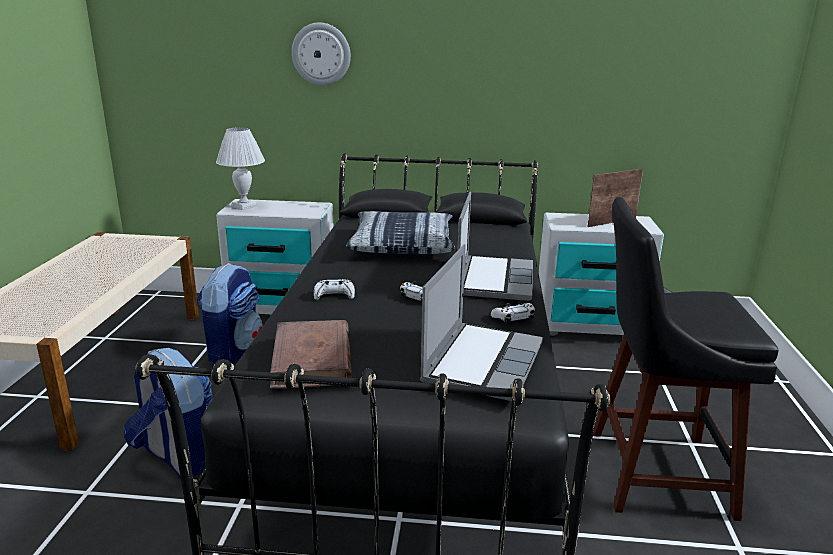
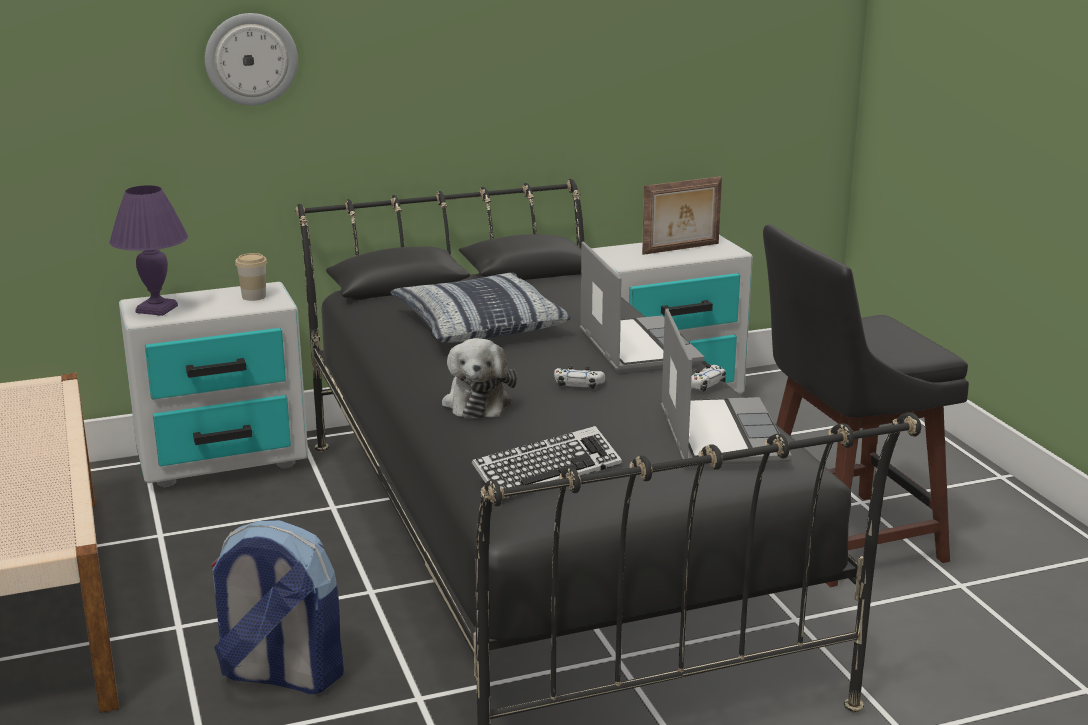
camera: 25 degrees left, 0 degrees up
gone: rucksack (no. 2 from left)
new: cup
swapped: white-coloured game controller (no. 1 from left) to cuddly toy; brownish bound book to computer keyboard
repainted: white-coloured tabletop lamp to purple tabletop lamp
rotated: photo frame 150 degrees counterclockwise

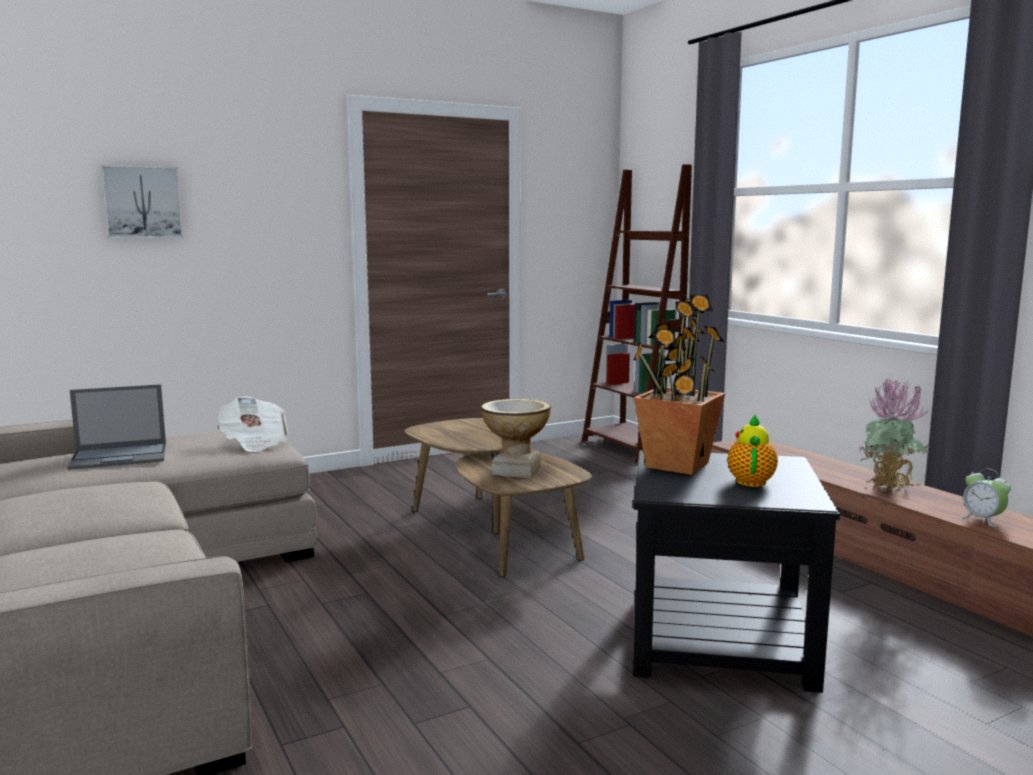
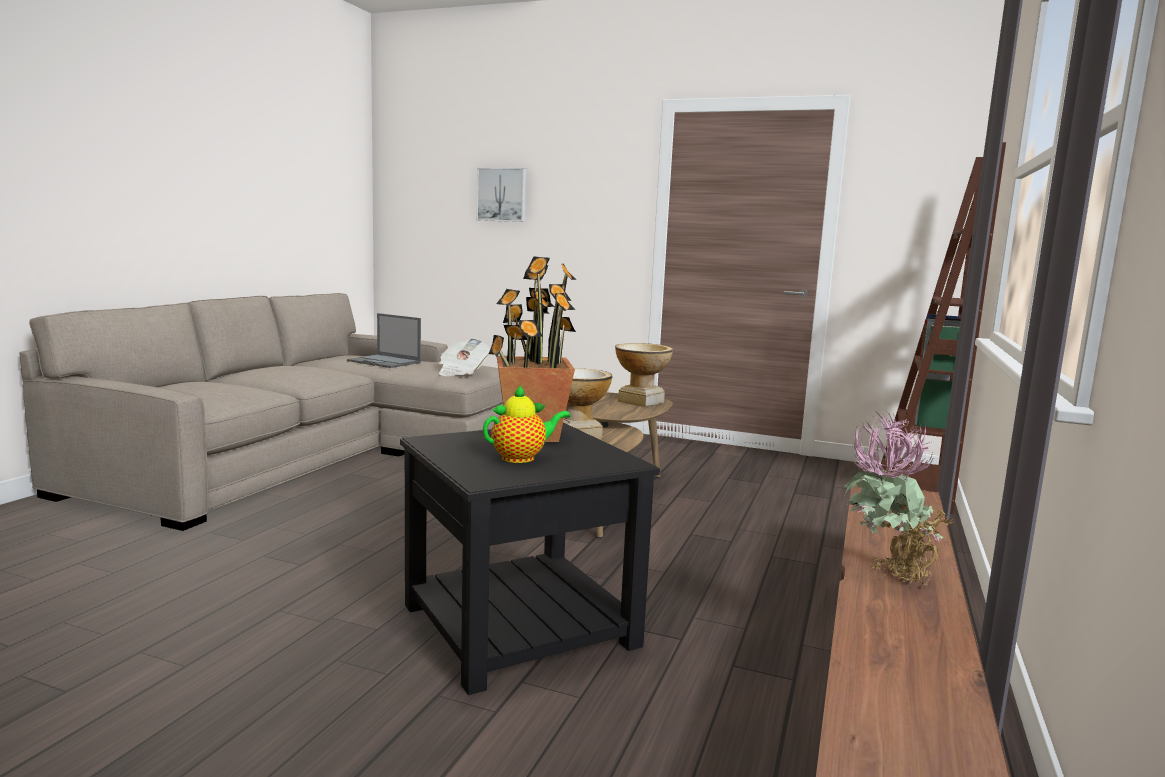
camera: 50 degrees right, 0 degrees up
gone: table clock
new: flower vase (no. 2 from left)

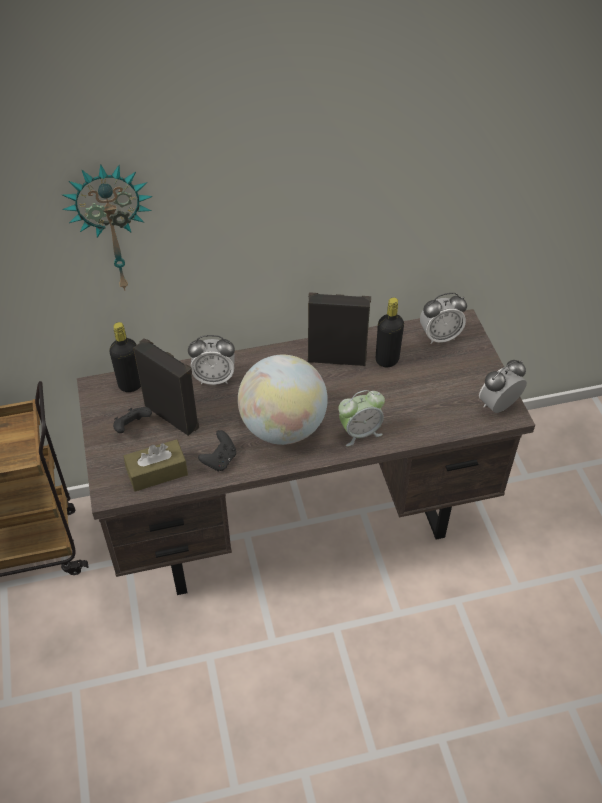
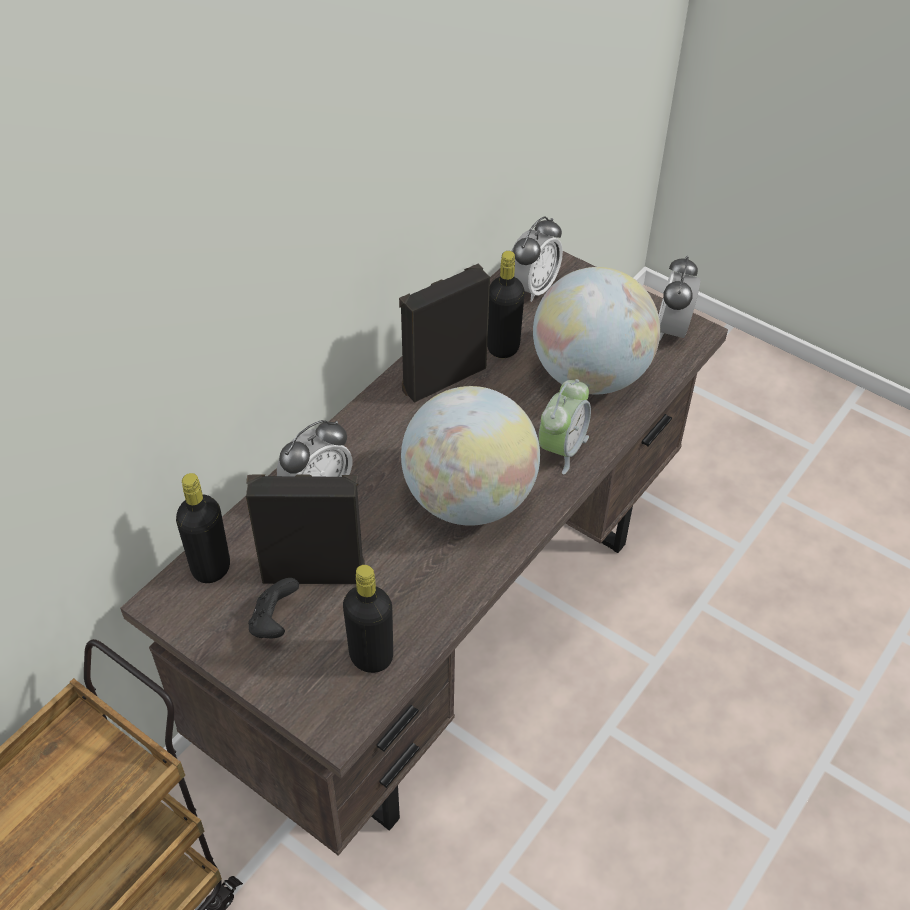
camera: 40 degrees left, 0 degrees up
gone: hanging clock; black game controller (no. 2 from left)
new: globe (no. 2 from left)
swapped: brownish tissue holder to black bottle (no. 2 from left)

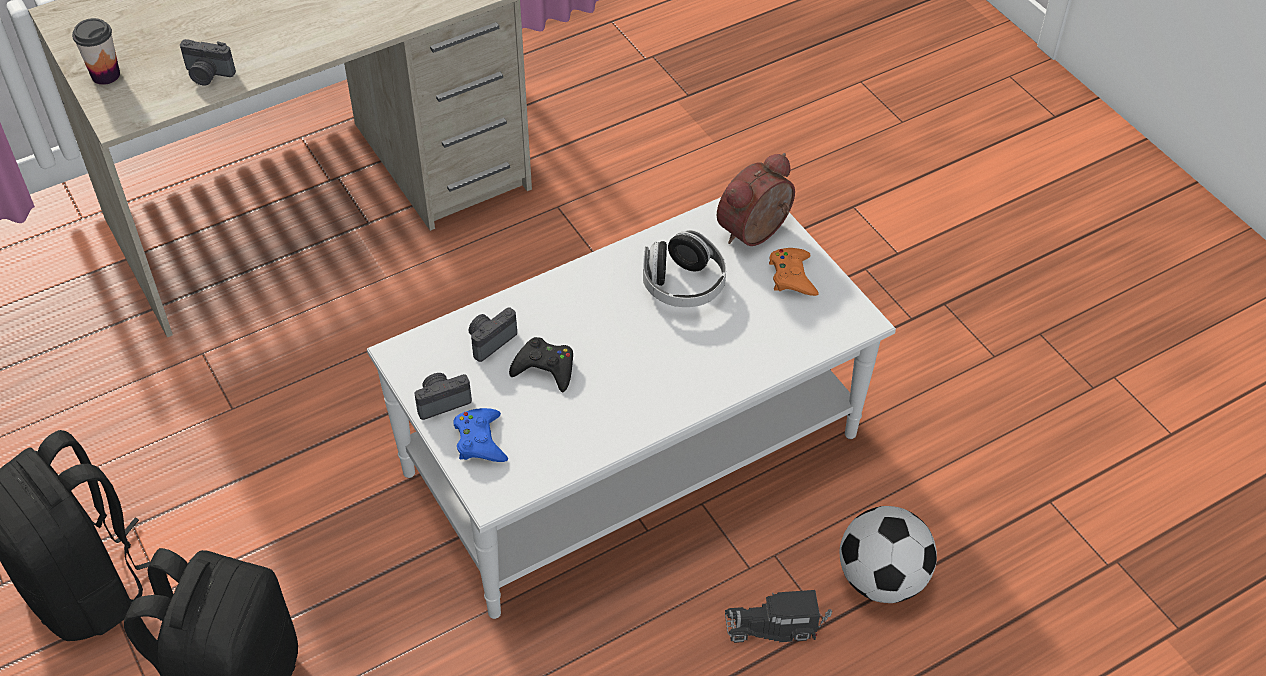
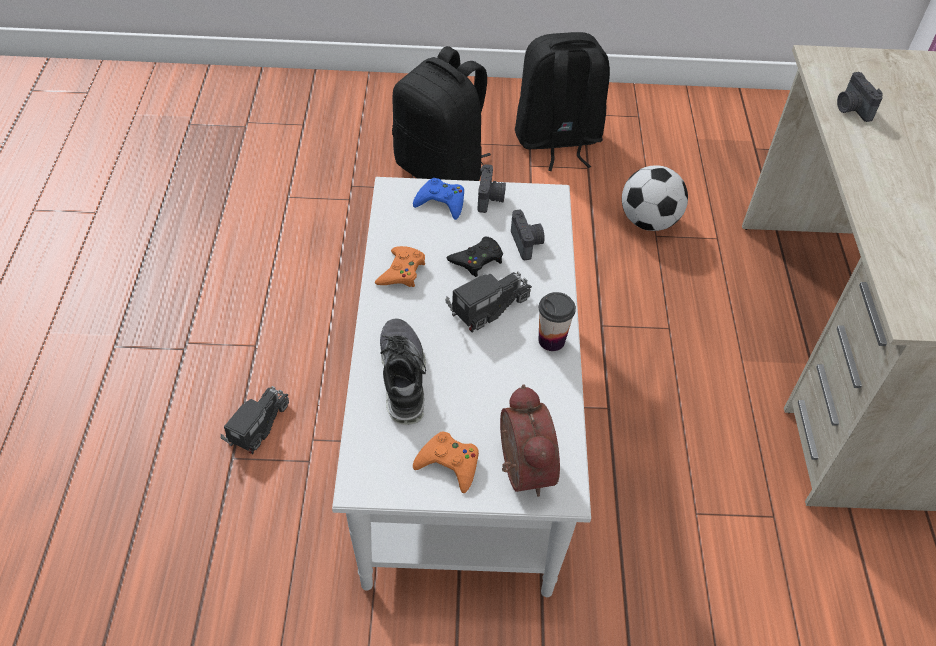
camera: 120 degrees right, 0 degrees up
gone: headphones
new: orange-coloured game controller (no. 1 from left); low shoe; model truck (no. 2 from left)
shifted: cup; football ball
rotated: still camera (no. 1 from left in the first image) 60 degrees counterclockwise

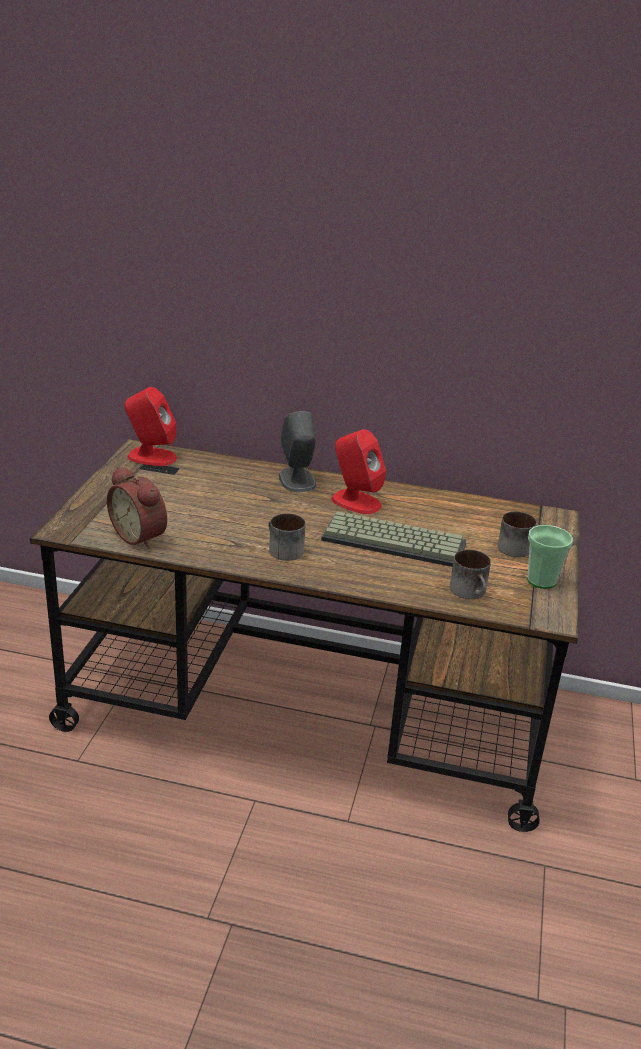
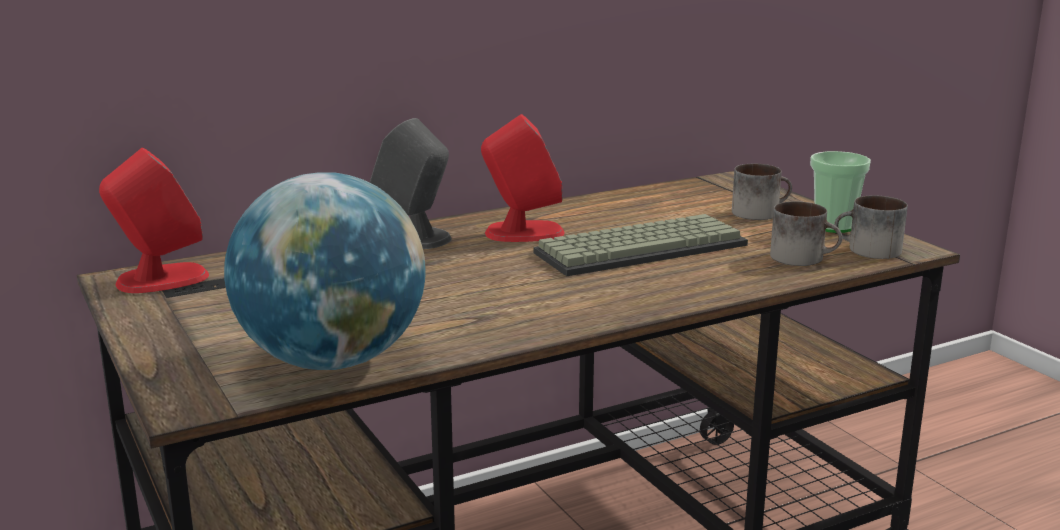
camera: 40 degrees left, 10 degrees down
shifted: mug (no. 1 from left in the first image) to mug (no. 3 from left)
swapped: table clock to globe

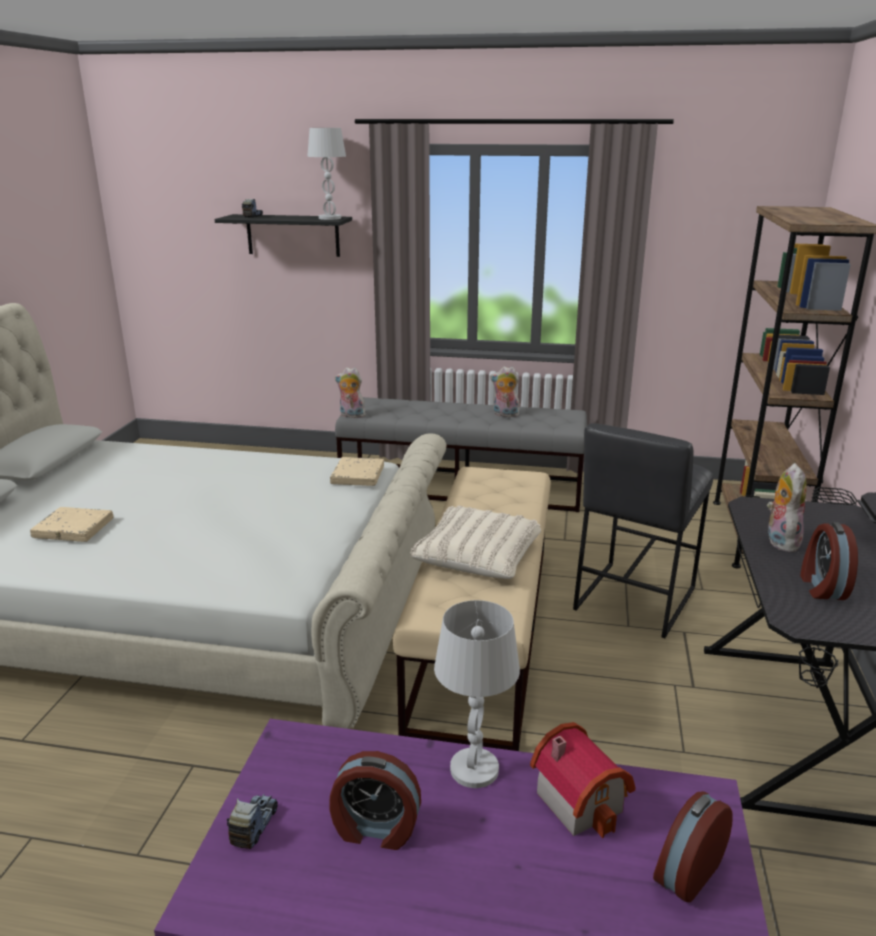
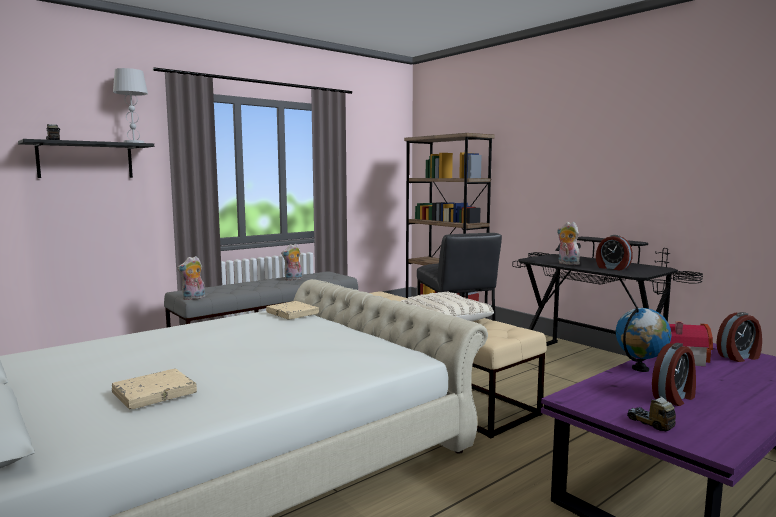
camera: 50 degrees left, 15 degrees down
swapped: white-coloured tabletop lamp (no. 2 from left) to globe
rotated: table clock (no. 2 from left in the first image) 105 degrees counterclockwise

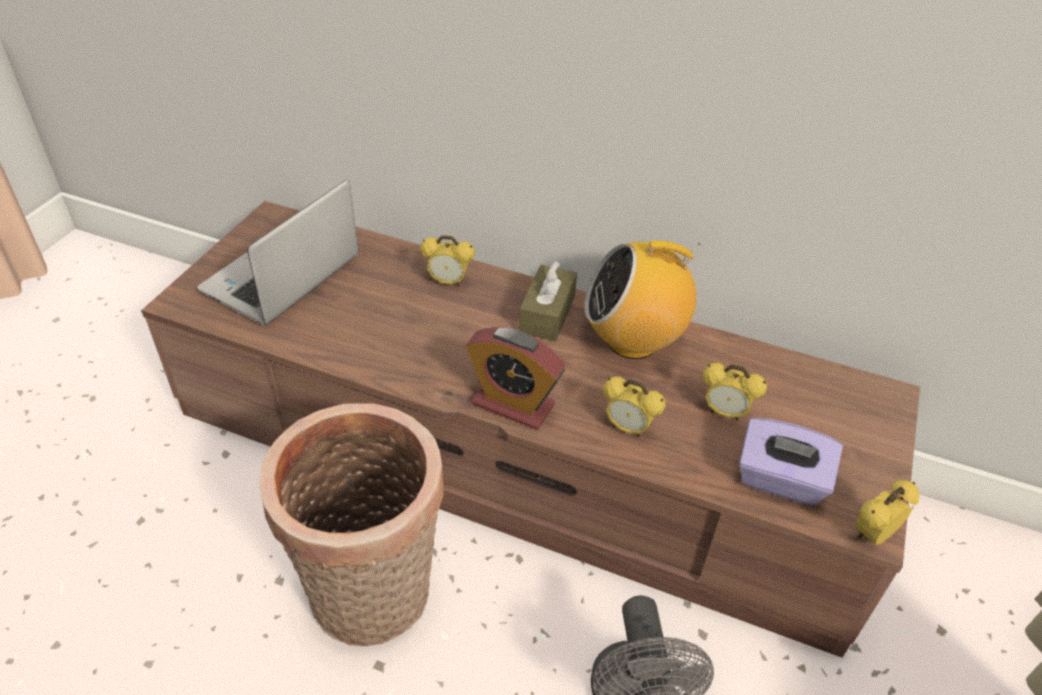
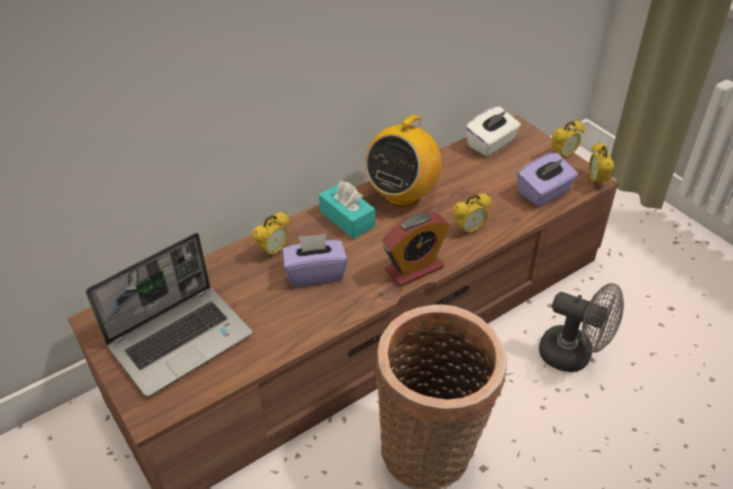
camera: 55 degrees left, 0 degrees up
new: purple tissue holder (no. 1 from left); white-coloured tissue holder
shifted: table clock (no. 4 from left)
repainted: brownish tissue holder to blue-green tissue holder
rotated: notebook computer 105 degrees counterclockwise

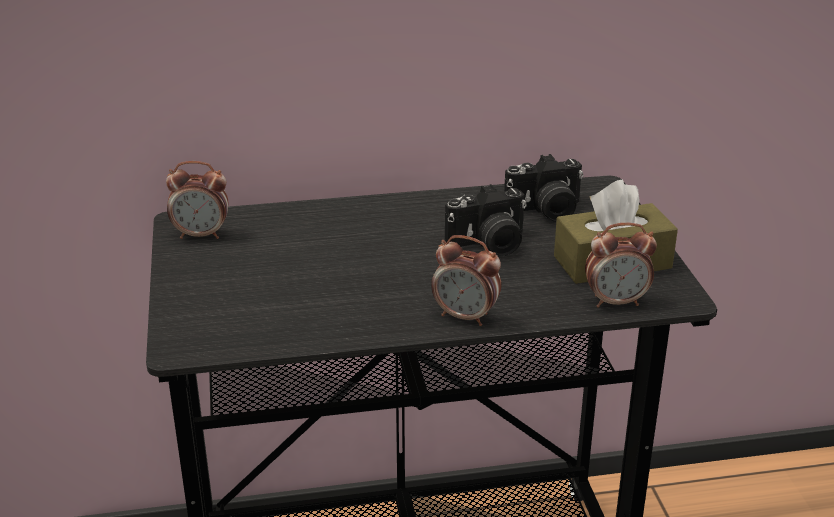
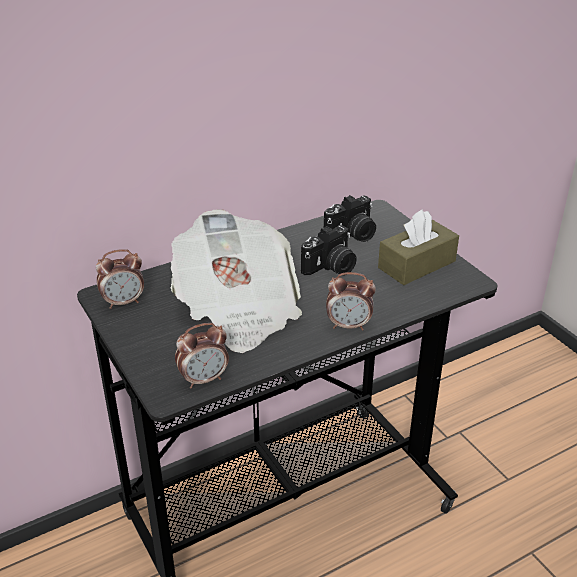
camera: 20 degrees left, 5 degrees up
new: daily paper
shifted: table clock (no. 3 from left in the first image) to table clock (no. 2 from left)

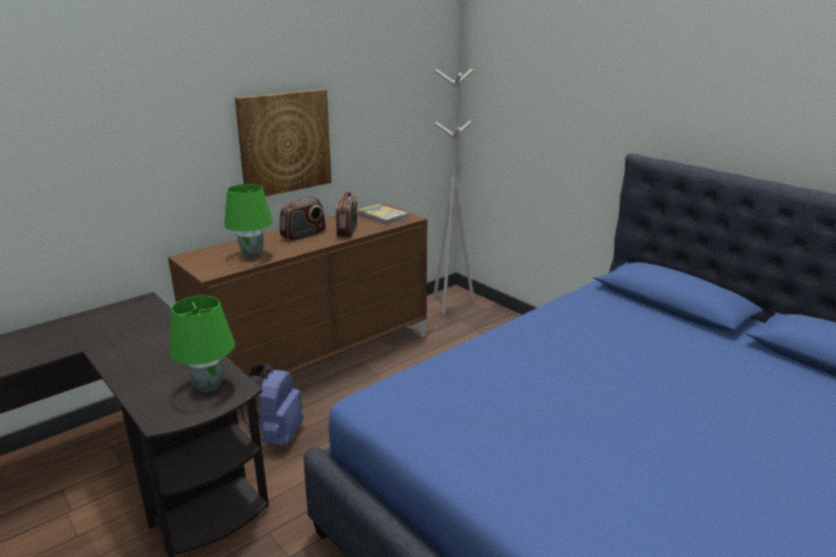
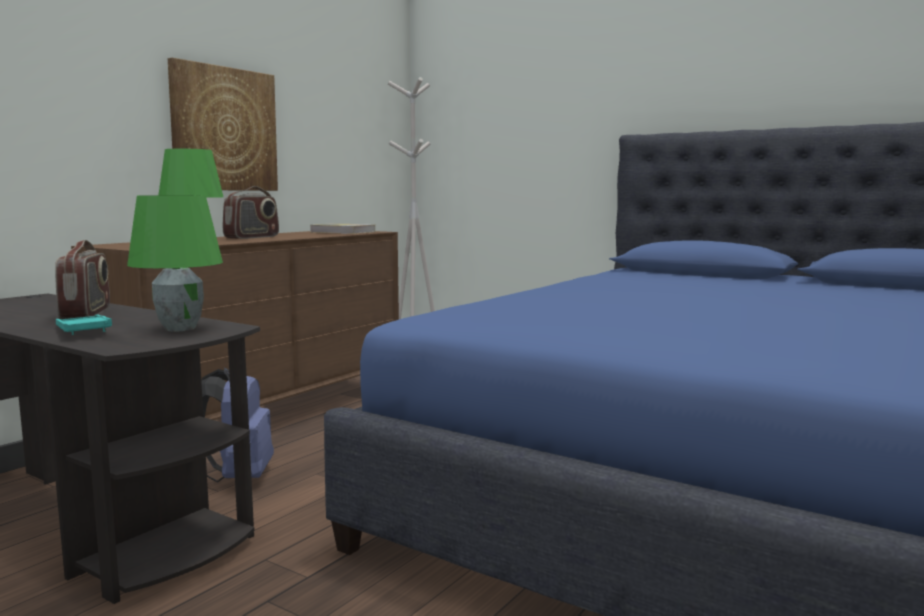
camera: 15 degrees left, 15 degrees down
new: blue-green serving tray
shifted: radio (no. 2 from left in the first image) to radio (no. 1 from left)

